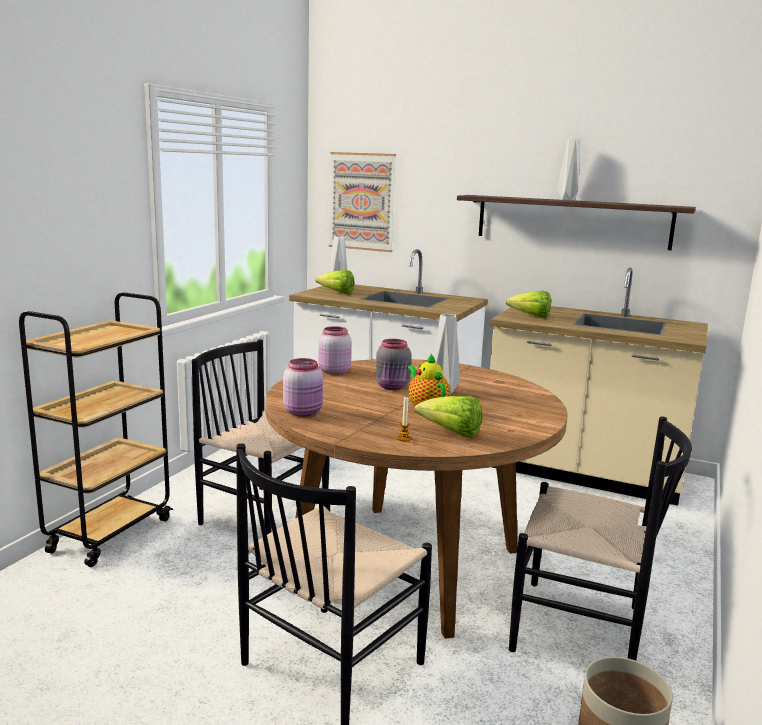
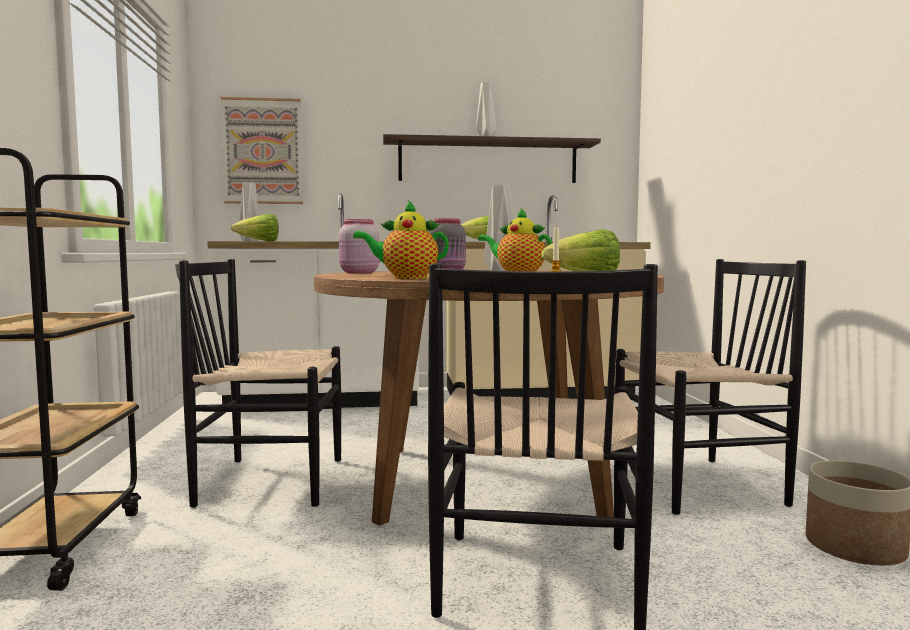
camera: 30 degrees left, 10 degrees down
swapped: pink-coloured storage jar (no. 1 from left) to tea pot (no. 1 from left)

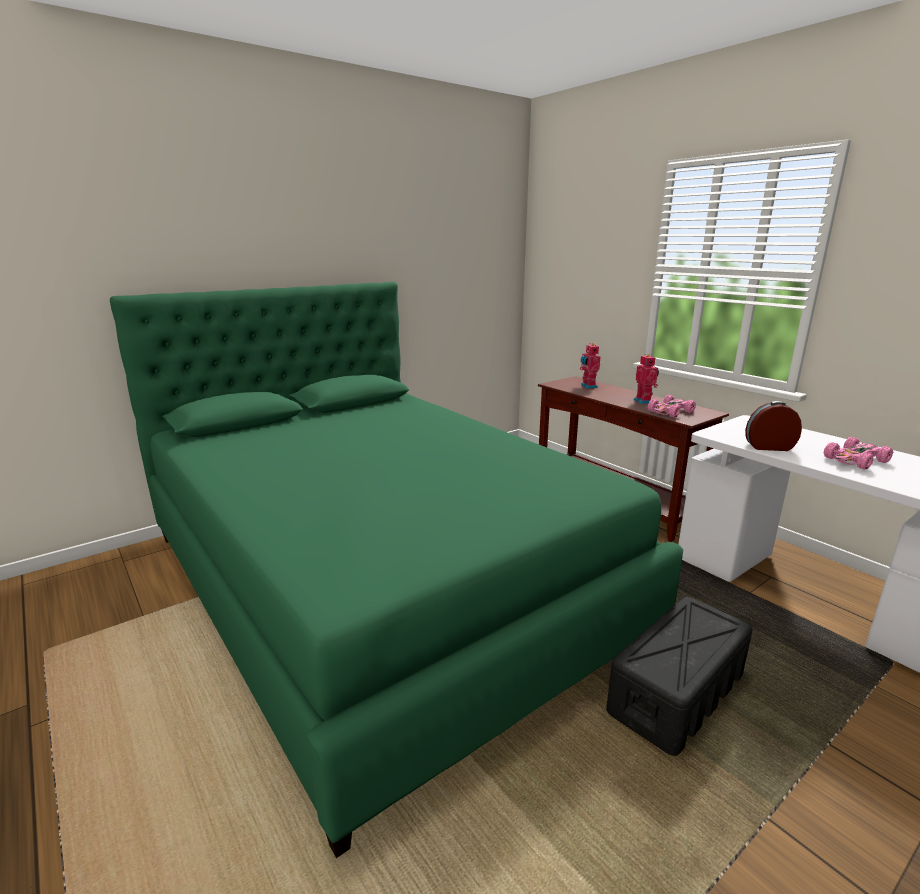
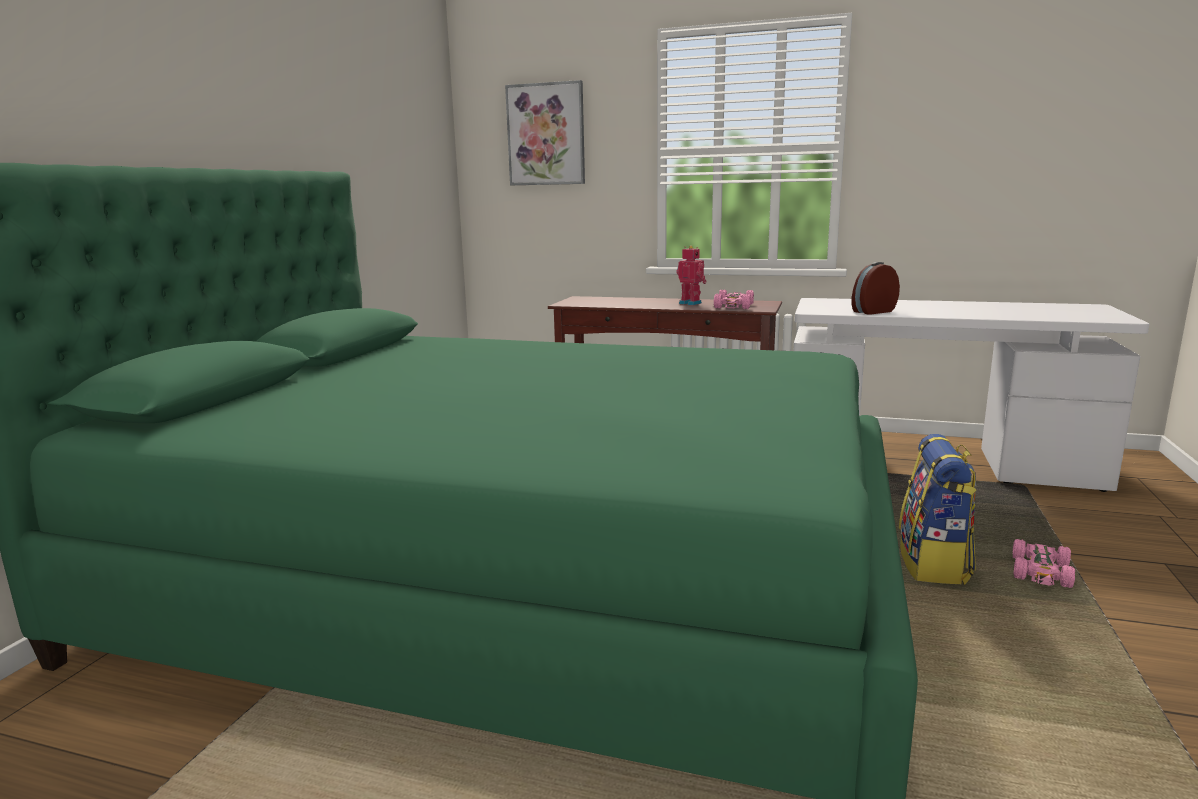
camera: 35 degrees left, 5 degrees down
gone: model robot (no. 1 from left)
new: wall picture
shifted: pink-coloured model car (no. 2 from left)
swapped: black storage container to rucksack

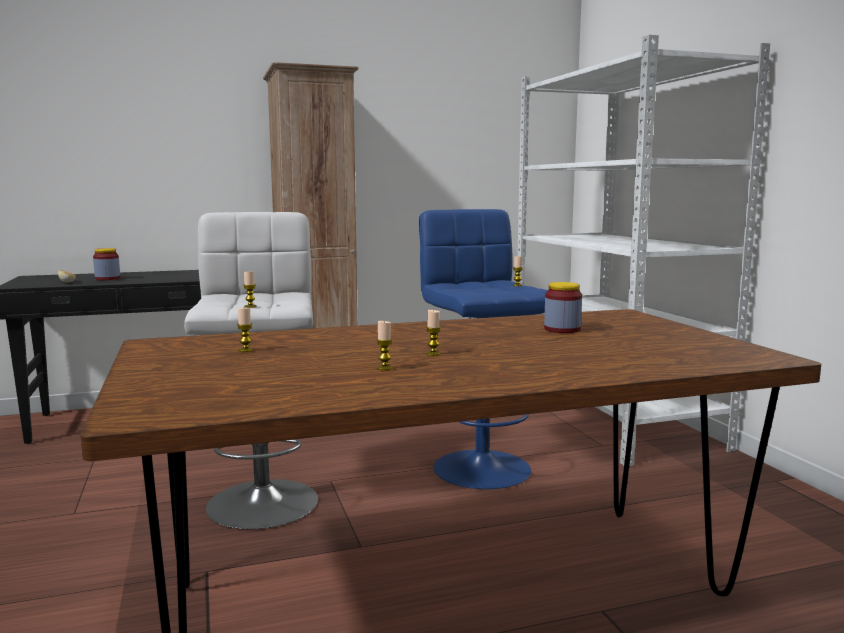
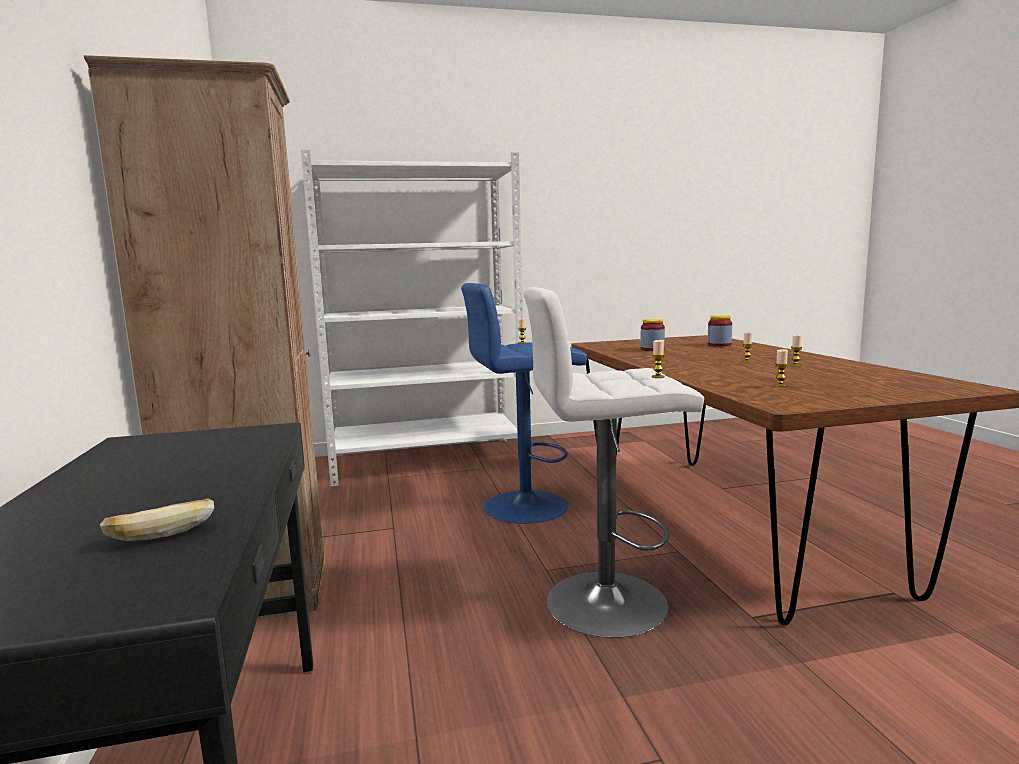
camera: 85 degrees left, 0 degrees up
shifted: storage jar (no. 1 from left in the first image) to storage jar (no. 2 from left)

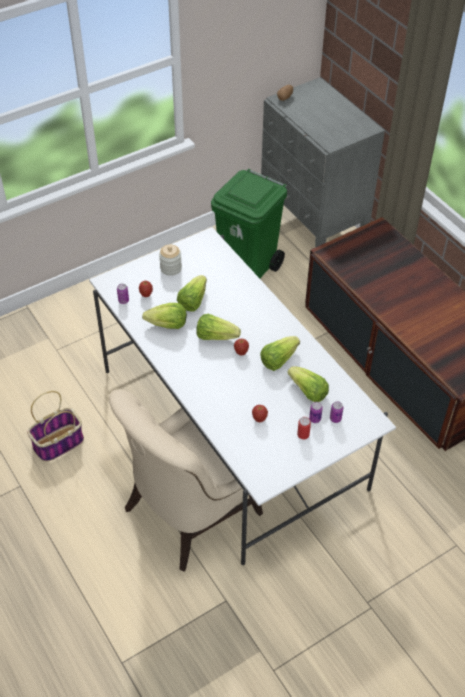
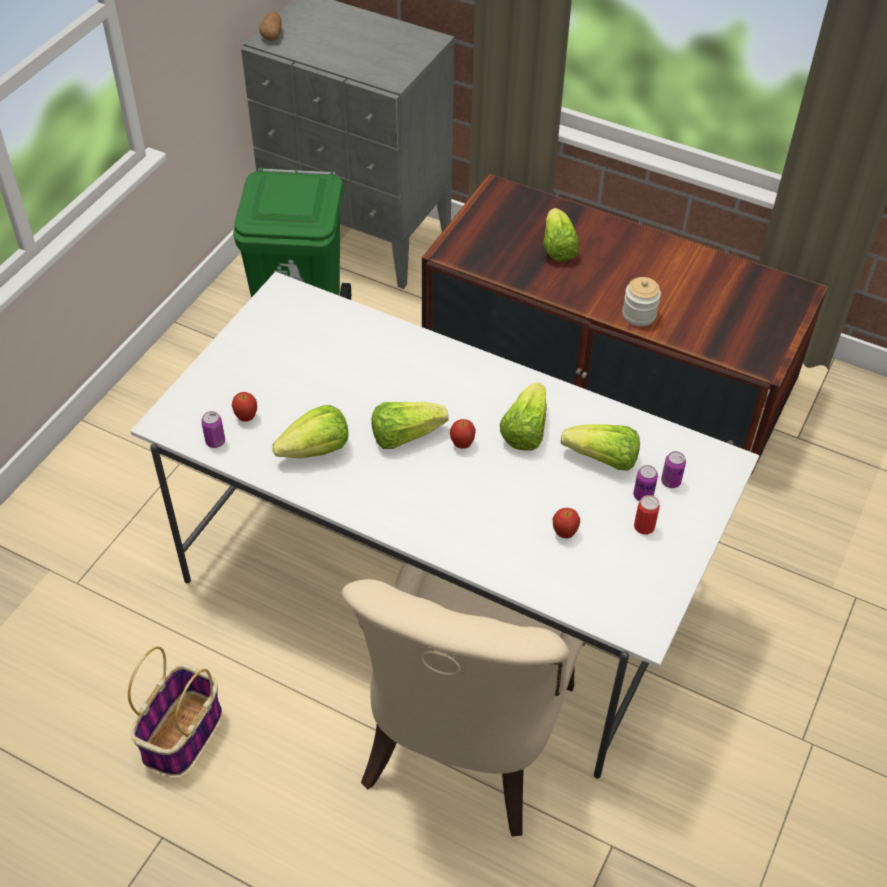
camera: 30 degrees left, 0 degrees up
shifted: lettuce (no. 2 from left in the first image) to lettuce (no. 4 from left); storage jar

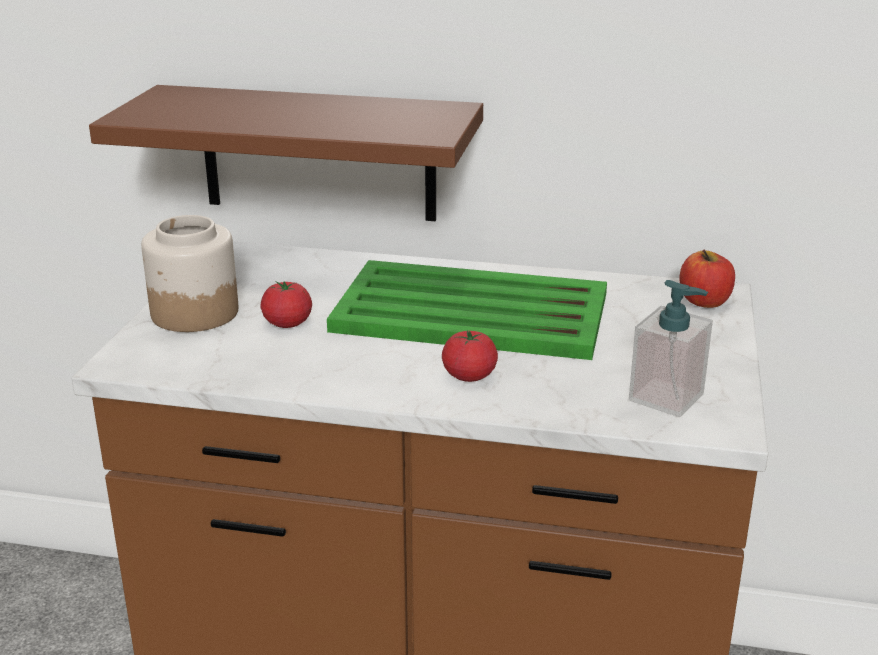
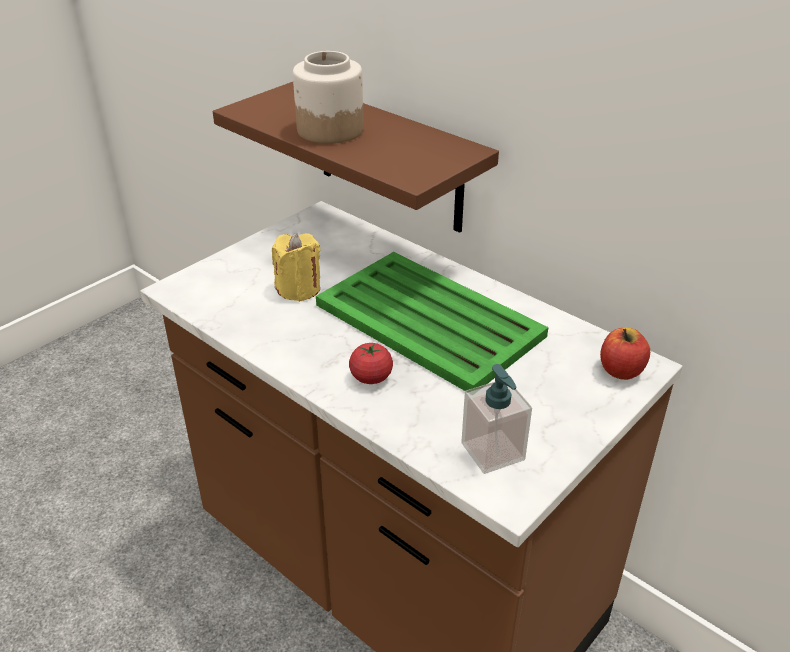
camera: 30 degrees right, 10 degrees up
shifted: storage jar
swapped: whole tomato (no. 1 from left) to yellow-coloured candle

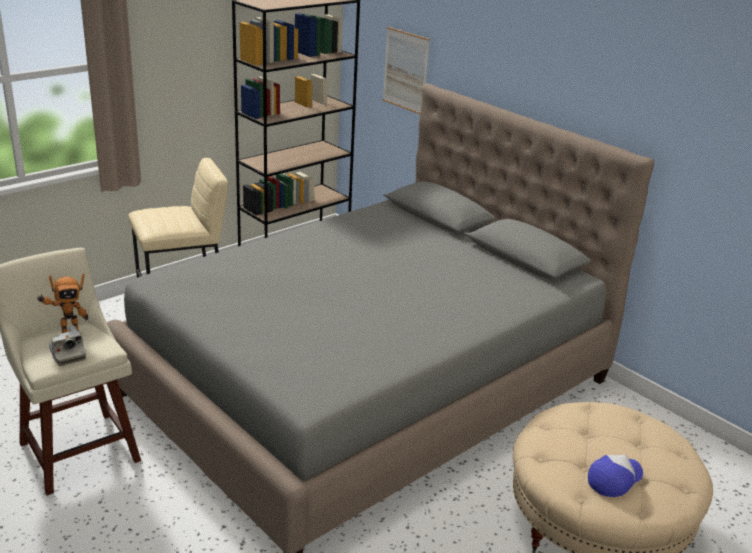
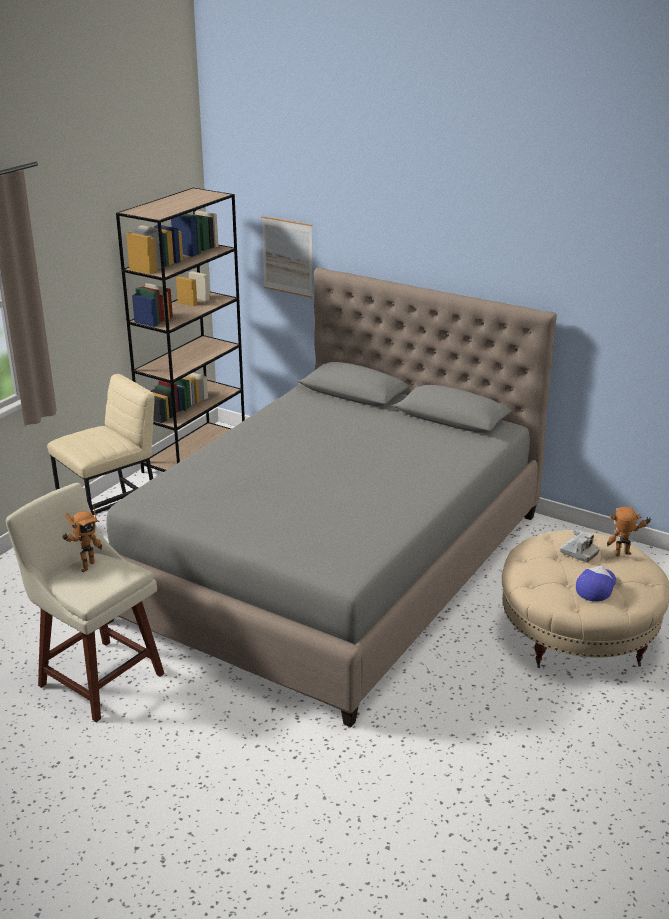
camera: 15 degrees left, 0 degrees up
new: model robot (no. 2 from left)
shifted: still camera

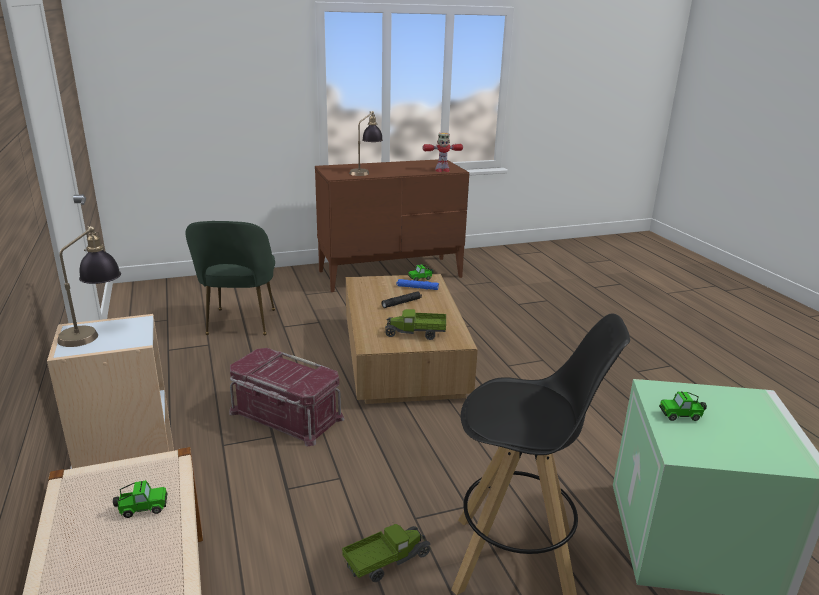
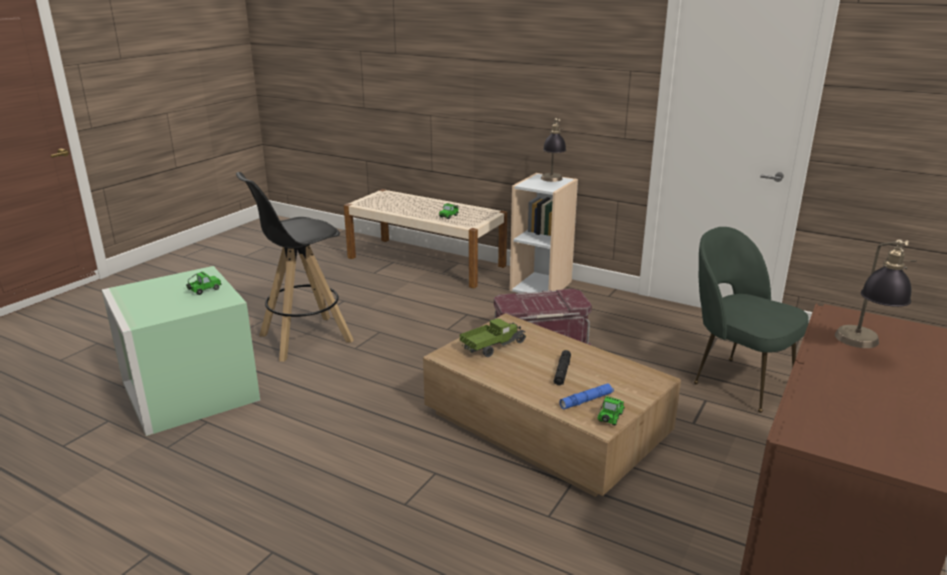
camera: 140 degrees right, 0 degrees up
gone: model truck (no. 1 from left); model robot

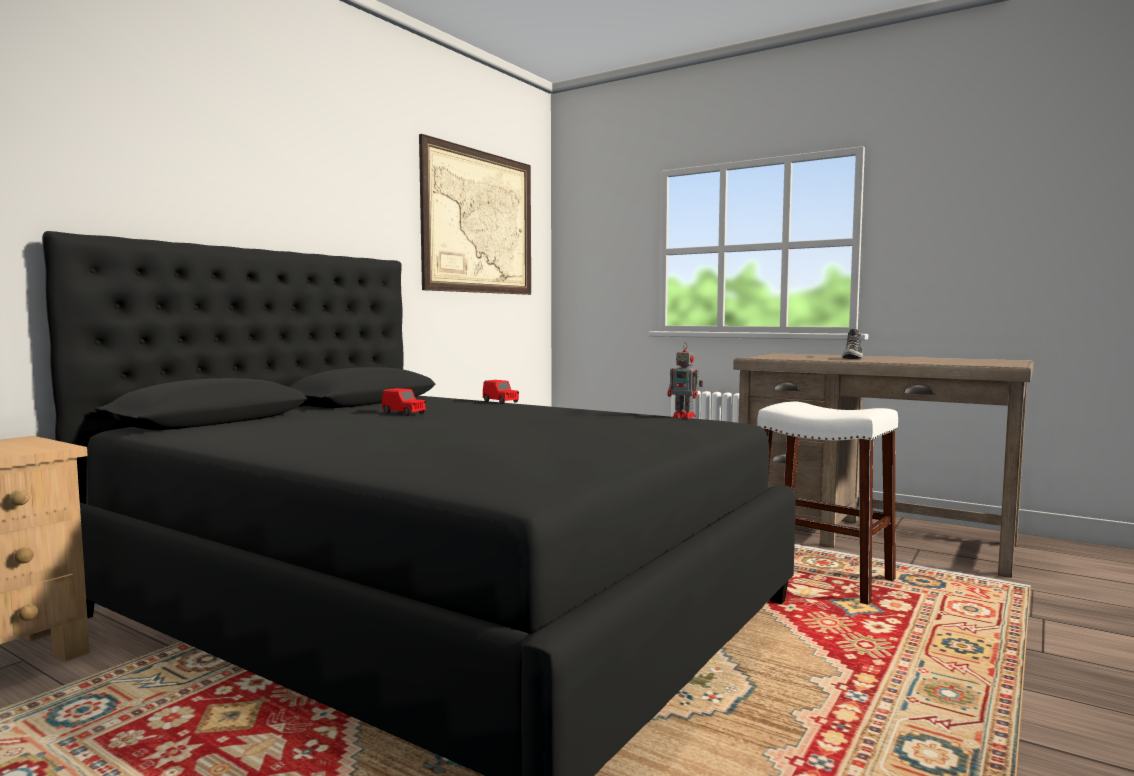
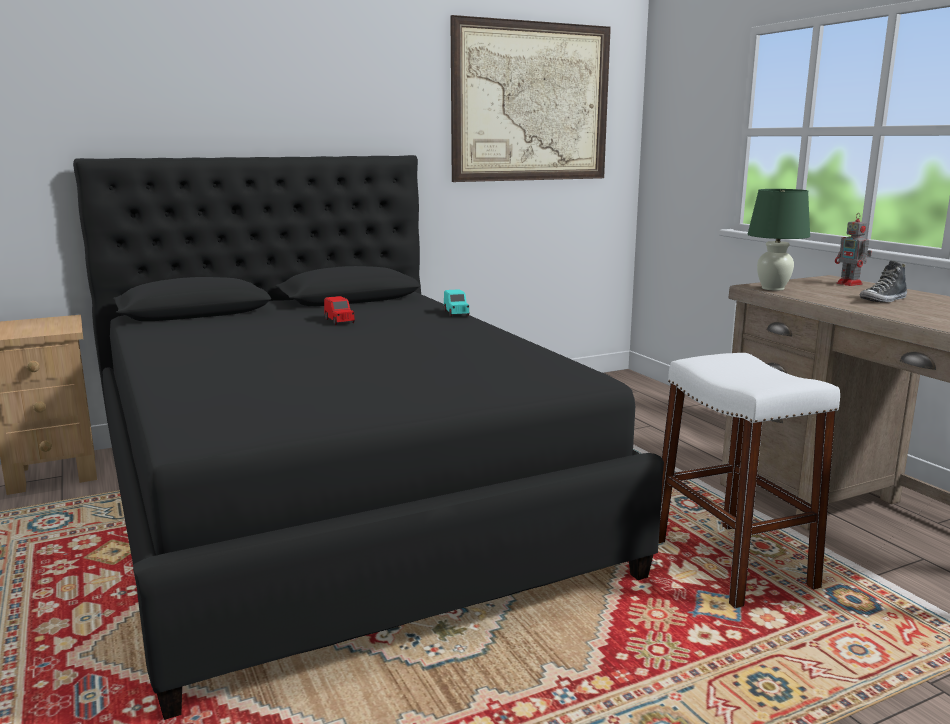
camera: 30 degrees right, 10 degrees up
new: green-coloured tabletop lamp
shifted: model robot
repainted: reddish model car (no. 2 from left) to blue-green model car

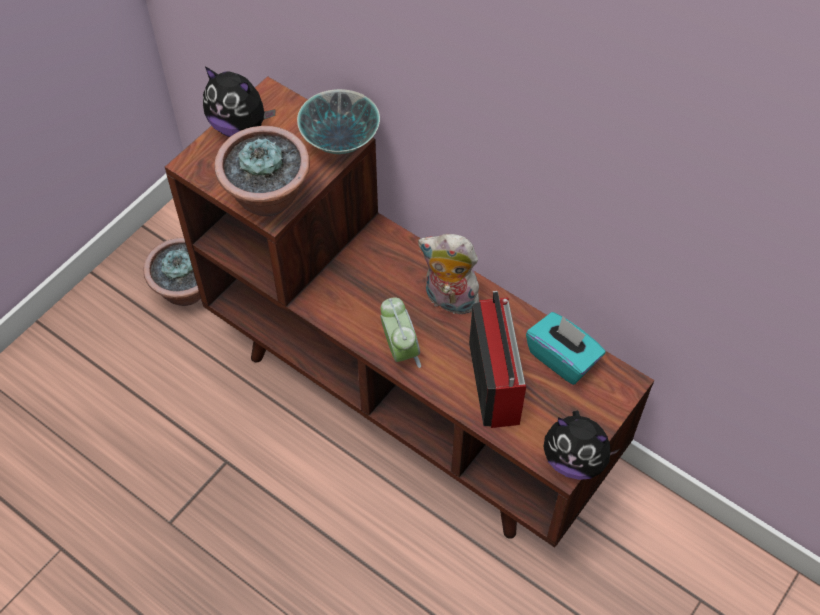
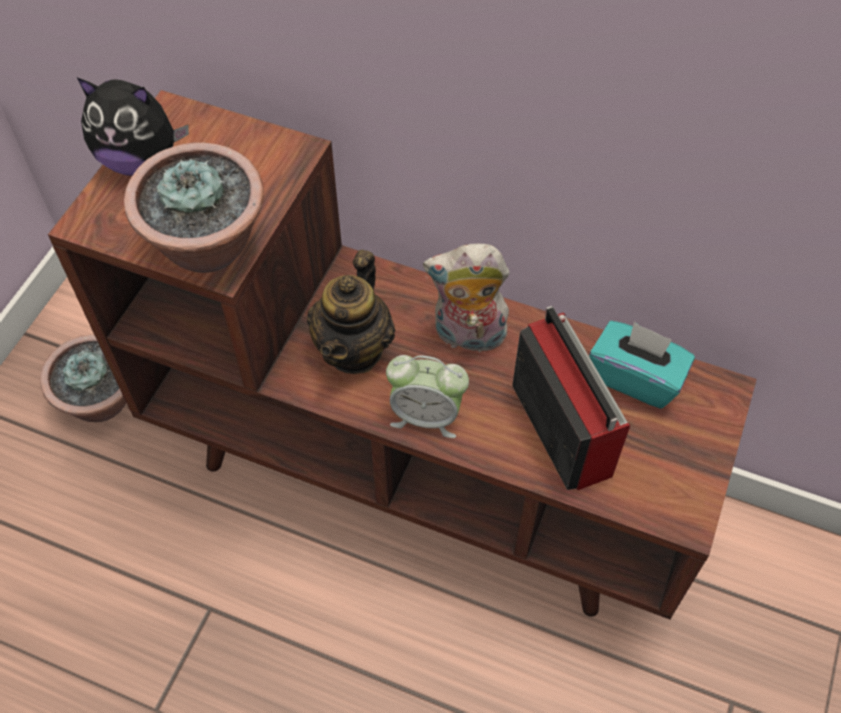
camera: 15 degrees left, 0 degrees up
gone: serving bowl; cuddly toy (no. 3 from left)
new: tea pot
rotated: table clock 135 degrees clockwise

